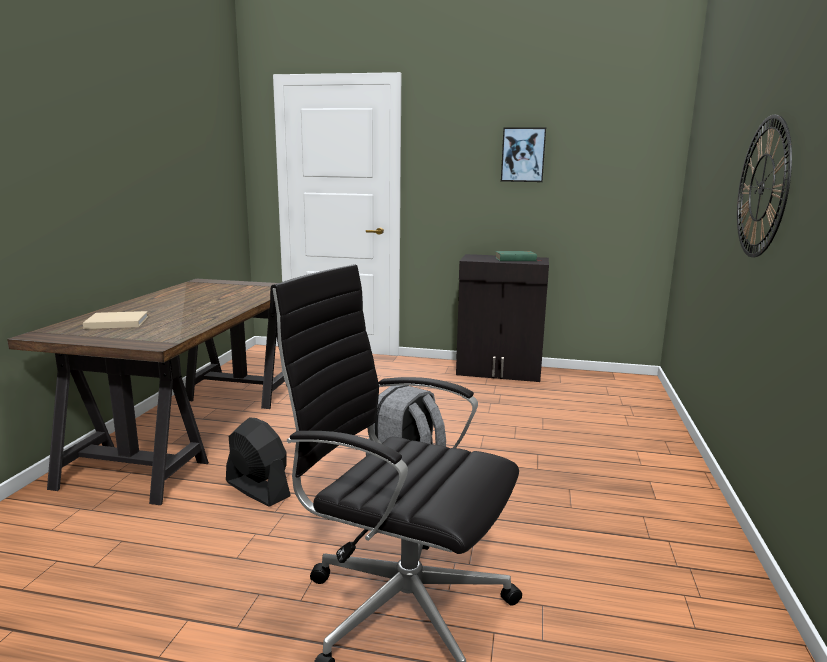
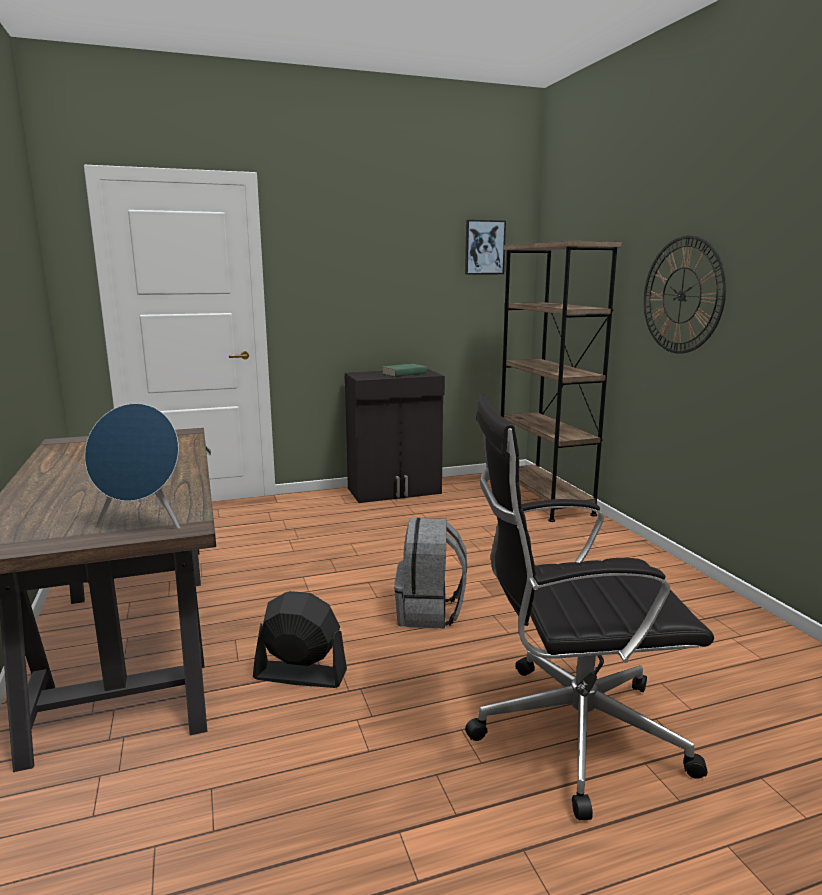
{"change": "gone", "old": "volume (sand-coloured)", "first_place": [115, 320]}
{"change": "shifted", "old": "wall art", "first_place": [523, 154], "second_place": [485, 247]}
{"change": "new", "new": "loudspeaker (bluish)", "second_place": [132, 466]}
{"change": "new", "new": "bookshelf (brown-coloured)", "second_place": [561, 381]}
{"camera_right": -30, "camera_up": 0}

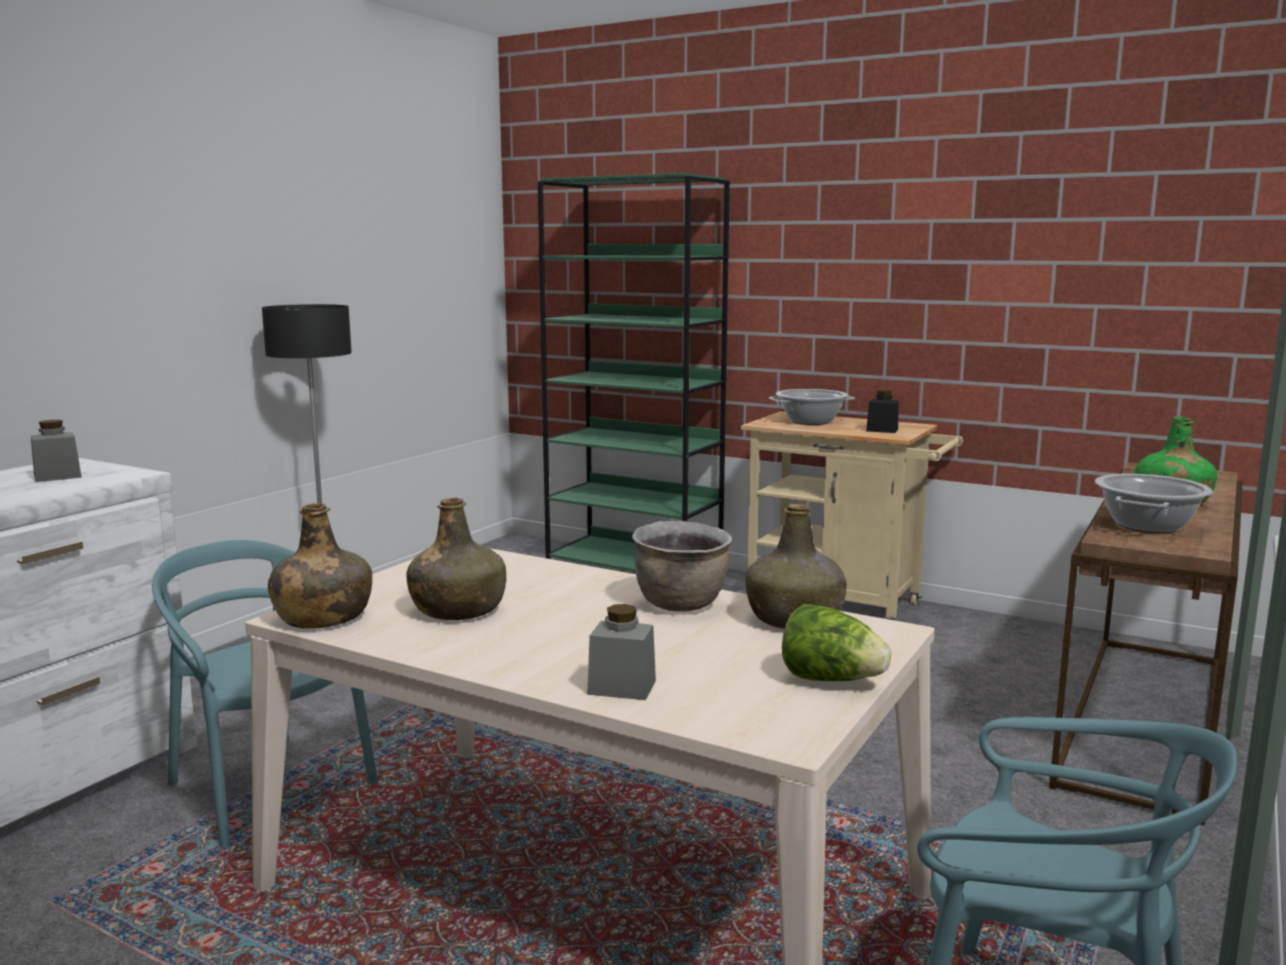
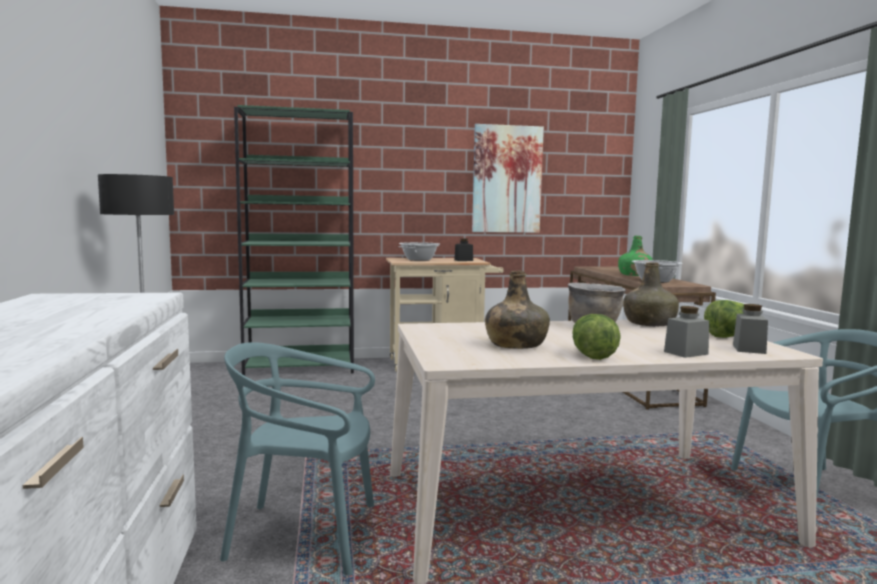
{"change": "shifted", "old": "jar (greyish)", "first_place": [56, 451], "second_place": [750, 329]}
{"change": "gone", "old": "beverage bottle (greenish)", "first_place": [320, 566]}
{"change": "new", "new": "wall art", "second_place": [508, 178]}
{"change": "new", "new": "lettuce head", "second_place": [596, 337]}
{"camera_right": -40, "camera_up": -5}

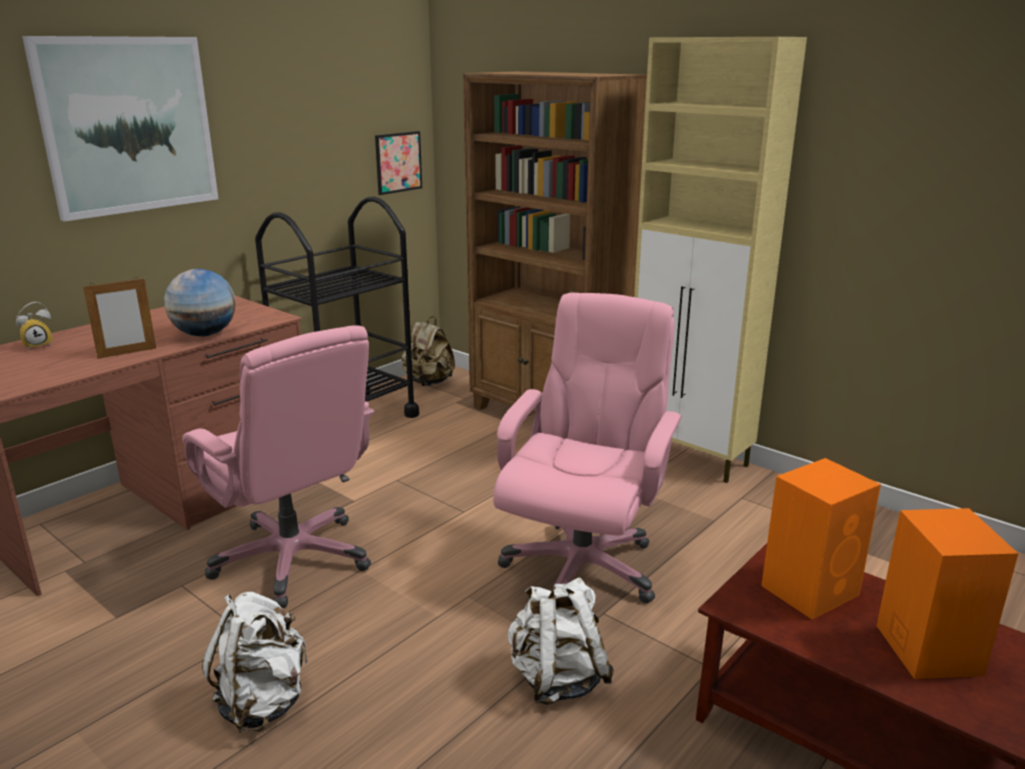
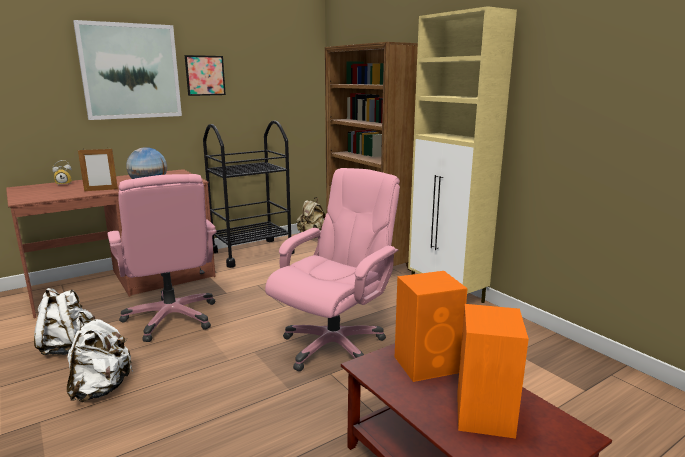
{"change": "shifted", "old": "wall art", "first_place": [398, 163], "second_place": [205, 75]}
{"change": "shifted", "old": "rucksack (white)", "first_place": [561, 641], "second_place": [64, 321]}
{"camera_right": 15, "camera_up": -5}

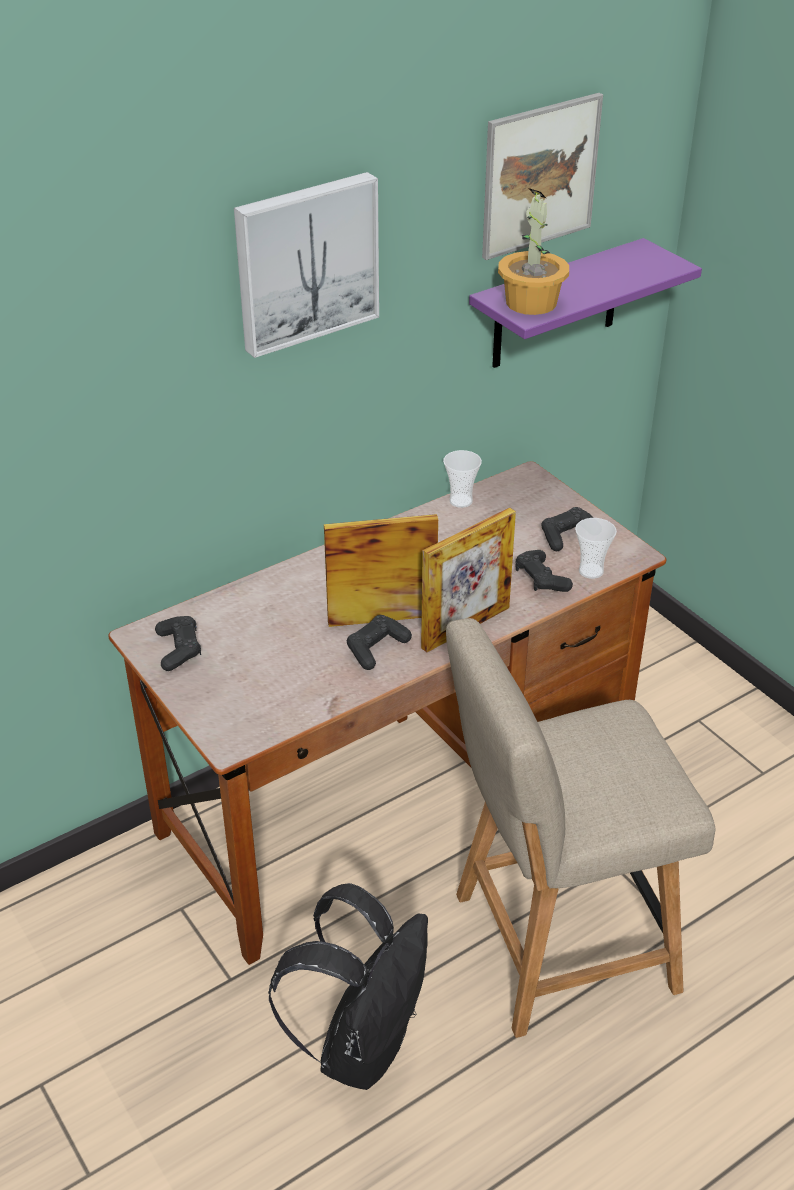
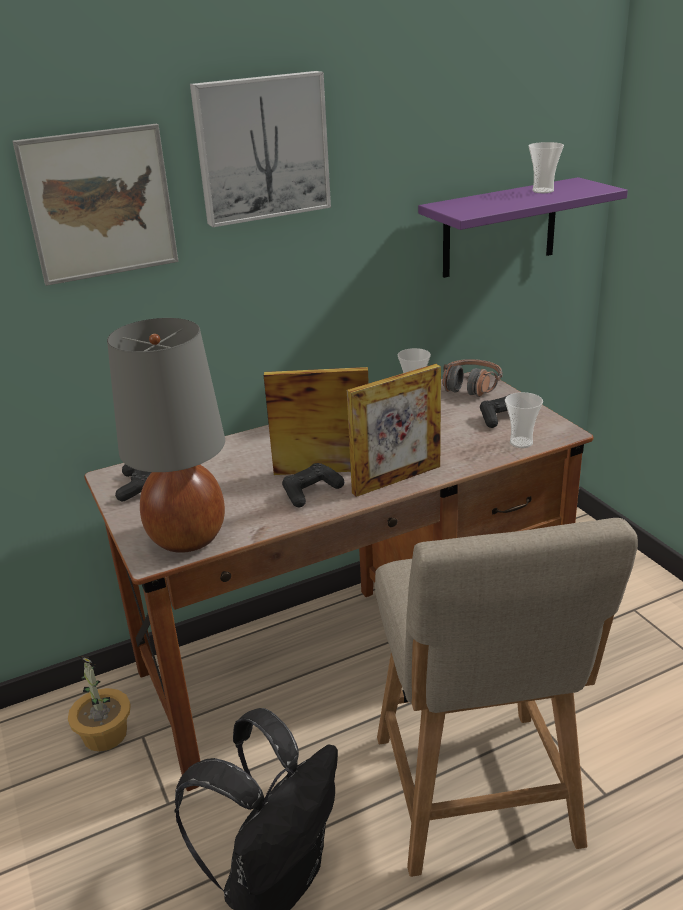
{"change": "rotated", "old": "upright chair (sand-coloured)", "first_place": [580, 828], "second_place": [506, 697], "degrees": -90}
{"change": "shifted", "old": "wall art", "first_place": [542, 176], "second_place": [96, 204]}
{"change": "shifted", "old": "houseplant", "first_place": [533, 251], "second_place": [99, 704]}
{"change": "gone", "old": "gamepad (blackish)", "first_place": [544, 571]}
{"change": "new", "new": "table lamp (greyish)", "second_place": [166, 435]}
{"change": "new", "new": "headphones", "second_place": [472, 378]}
{"change": "new", "new": "small cup", "second_place": [546, 167]}
{"camera_right": 10, "camera_up": -10}

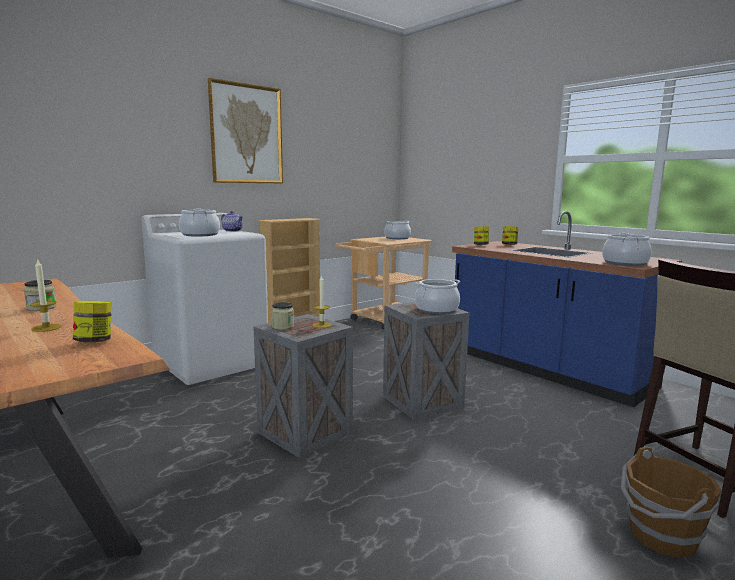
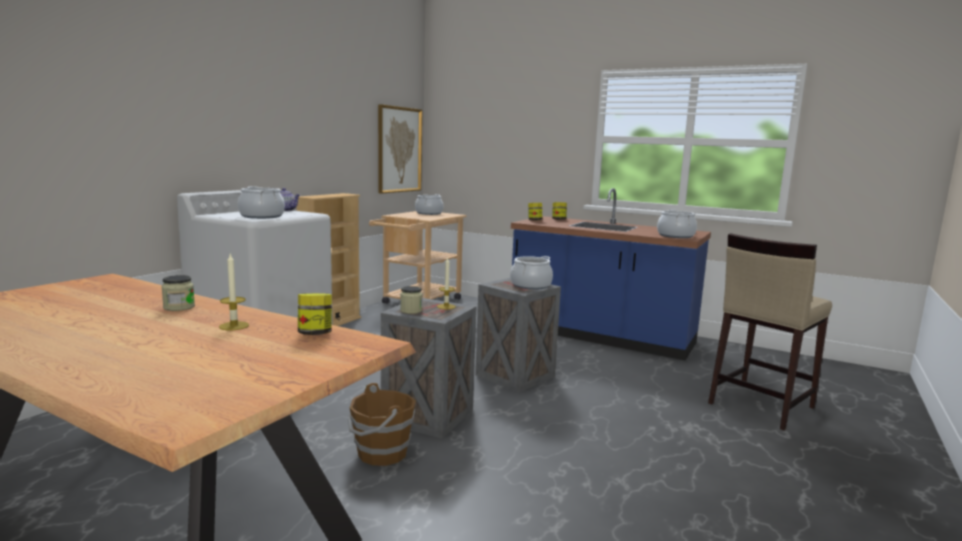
{"change": "shifted", "old": "wall art", "first_place": [245, 130], "second_place": [400, 149]}
{"change": "shifted", "old": "water bucket (brown-coloured)", "first_place": [671, 502], "second_place": [382, 424]}
{"camera_right": -20, "camera_up": 0}

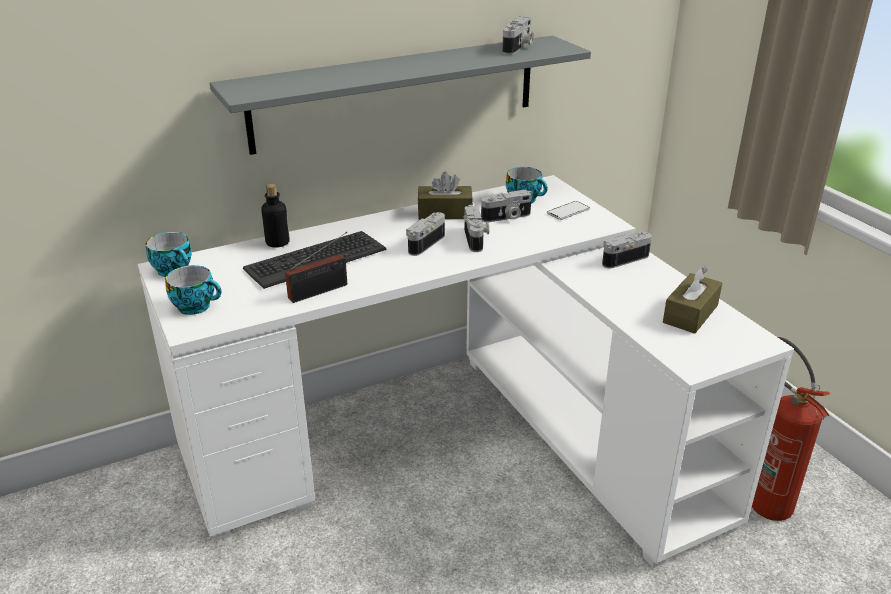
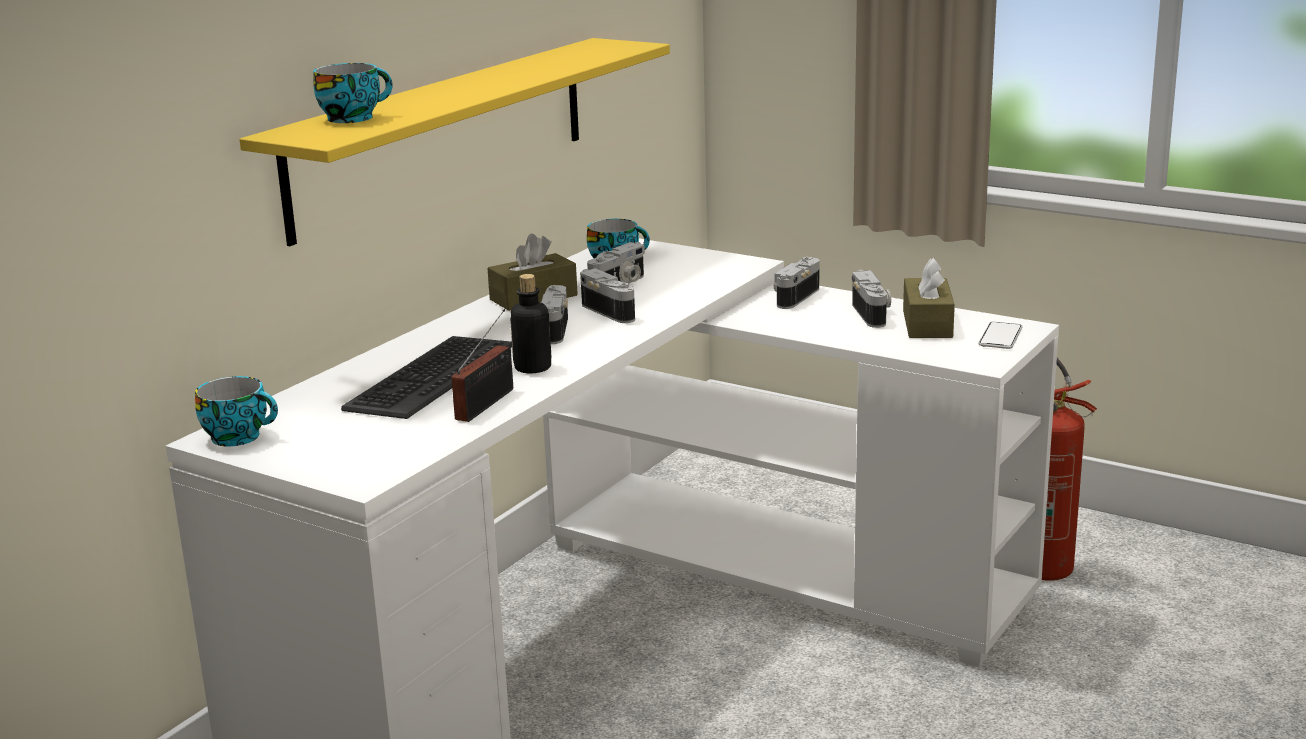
{"change": "shifted", "old": "small cup", "first_place": [193, 290], "second_place": [353, 93]}
{"change": "repainted", "old": "bracket shelf (greyish)", "new": "bracket shelf (yellowish)", "first_place": [400, 95], "second_place": [454, 142]}
{"change": "shifted", "old": "beverage bottle", "first_place": [275, 216], "second_place": [531, 323]}
{"change": "shifted", "old": "photo camera", "first_place": [518, 36], "second_place": [871, 299]}
{"change": "shifted", "old": "telephone", "first_place": [568, 210], "second_place": [1000, 335]}
{"camera_right": -30, "camera_up": -10}

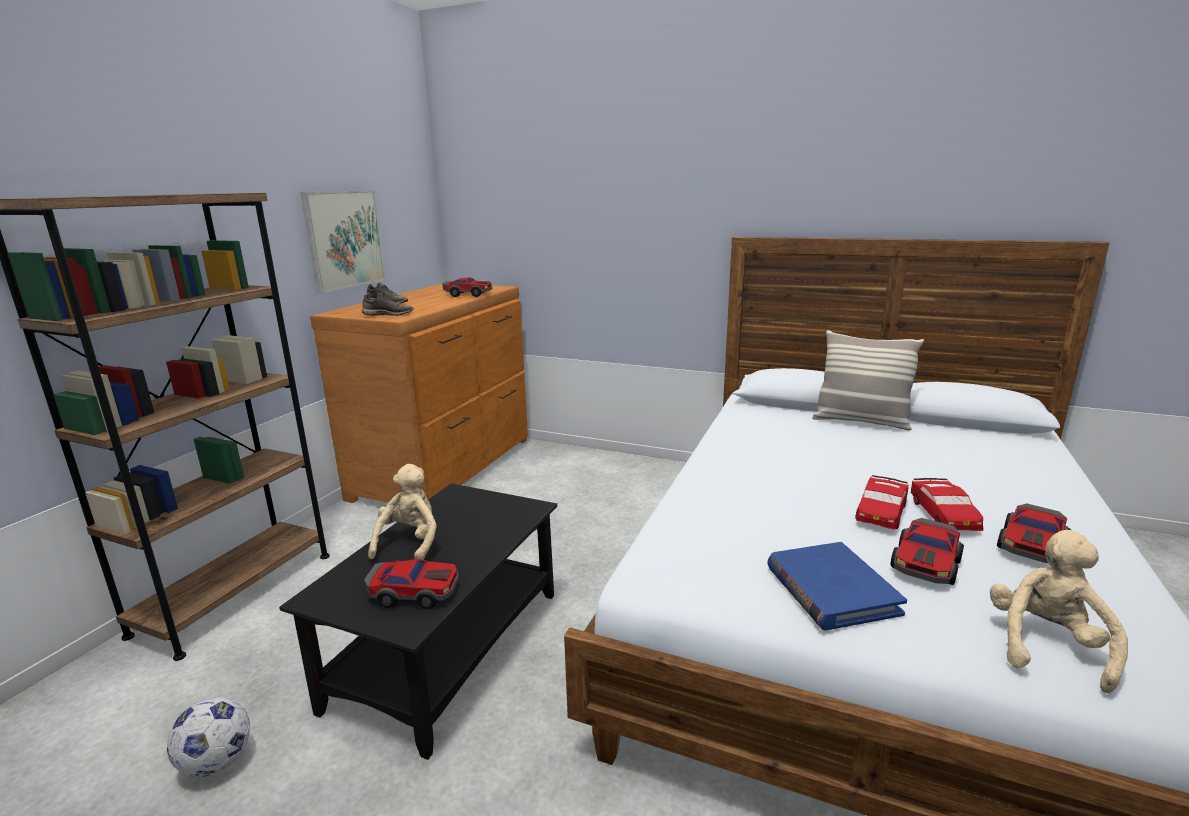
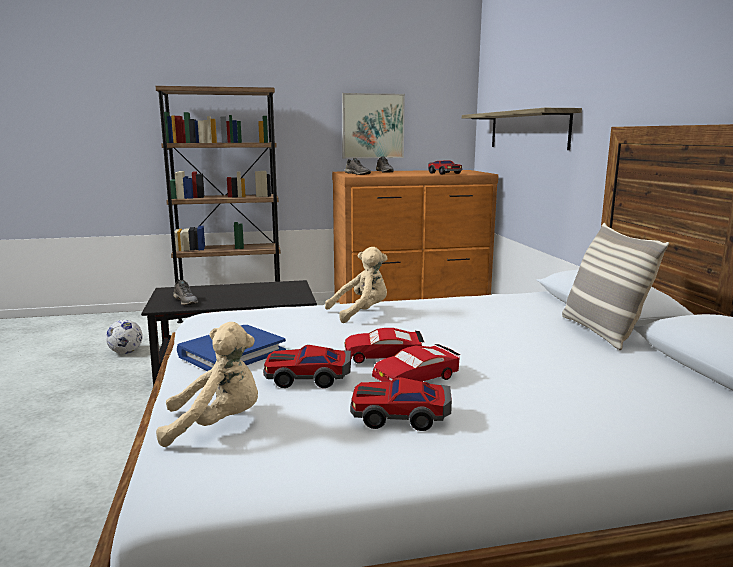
{"change": "swapped", "old": "toy car", "new": "item of footwear (greyish)", "first_place": [411, 584], "second_place": [185, 292]}
{"change": "shifted", "old": "plush toy (sand-coloured)", "first_place": [402, 512], "second_place": [356, 285]}
{"change": "new", "new": "bracket shelf", "second_place": [522, 129]}
{"camera_right": 55, "camera_up": -5}

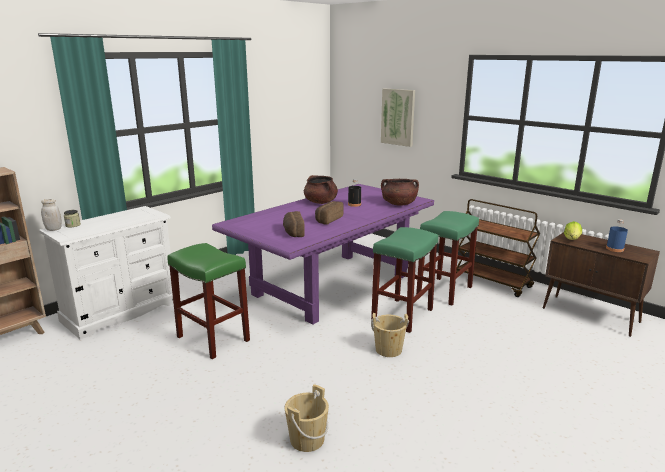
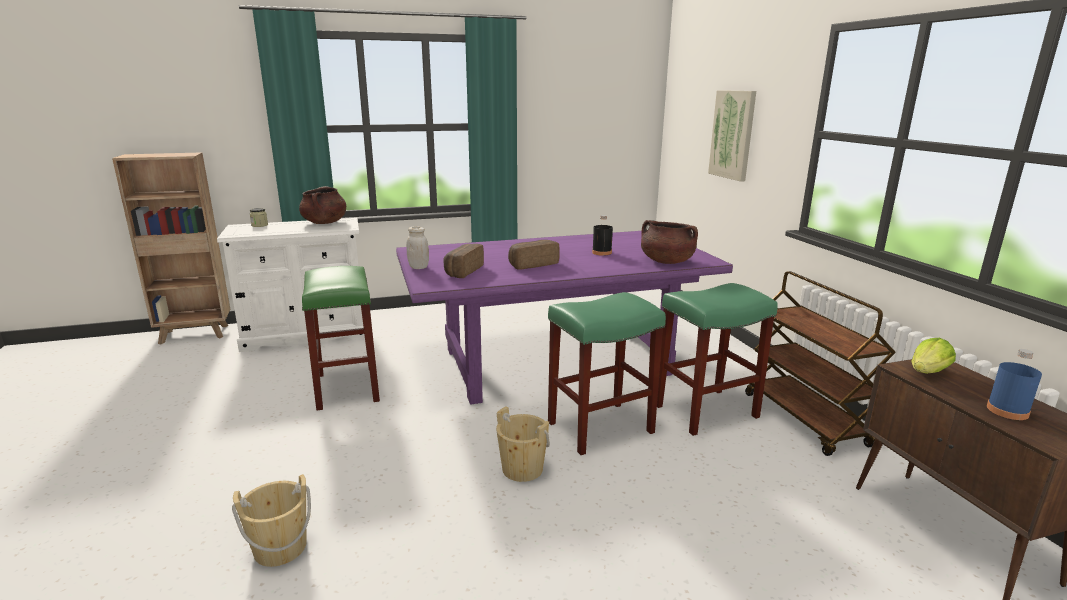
{"change": "shifted", "old": "jar (white)", "first_place": [51, 215], "second_place": [417, 247]}
{"change": "shifted", "old": "stockpot (brown-coloured)", "first_place": [321, 189], "second_place": [322, 205]}
{"camera_right": 30, "camera_up": 0}

